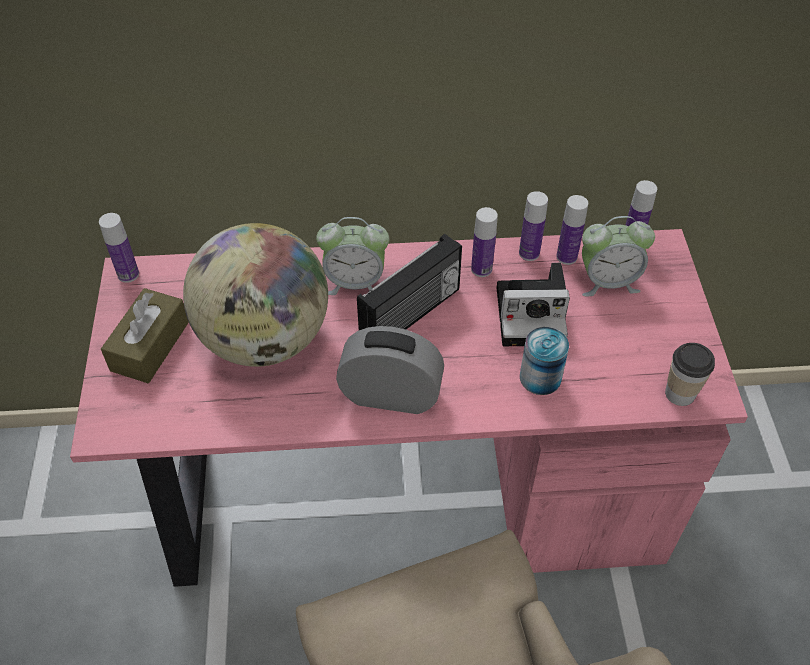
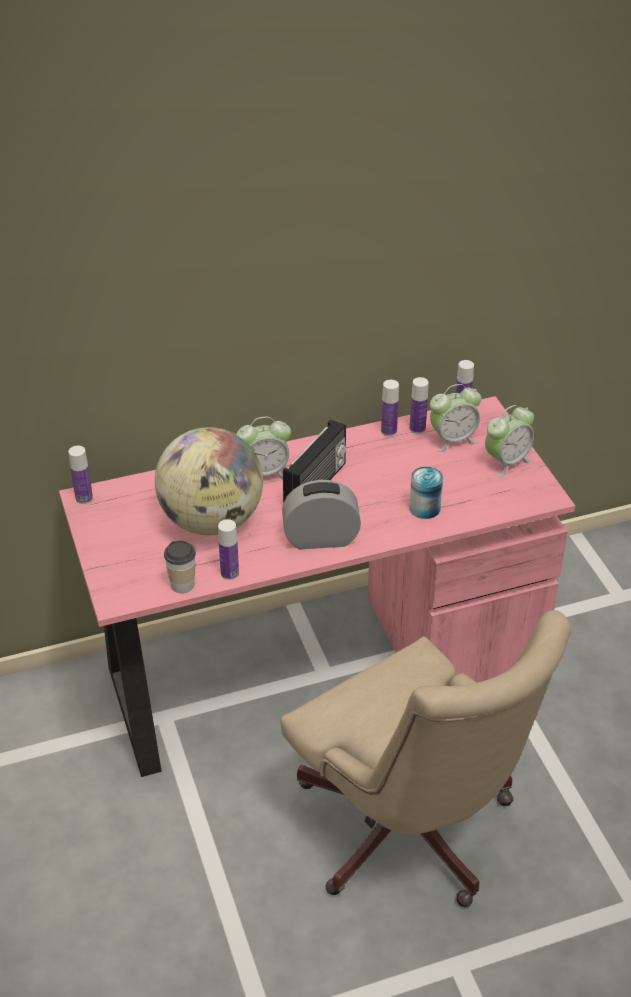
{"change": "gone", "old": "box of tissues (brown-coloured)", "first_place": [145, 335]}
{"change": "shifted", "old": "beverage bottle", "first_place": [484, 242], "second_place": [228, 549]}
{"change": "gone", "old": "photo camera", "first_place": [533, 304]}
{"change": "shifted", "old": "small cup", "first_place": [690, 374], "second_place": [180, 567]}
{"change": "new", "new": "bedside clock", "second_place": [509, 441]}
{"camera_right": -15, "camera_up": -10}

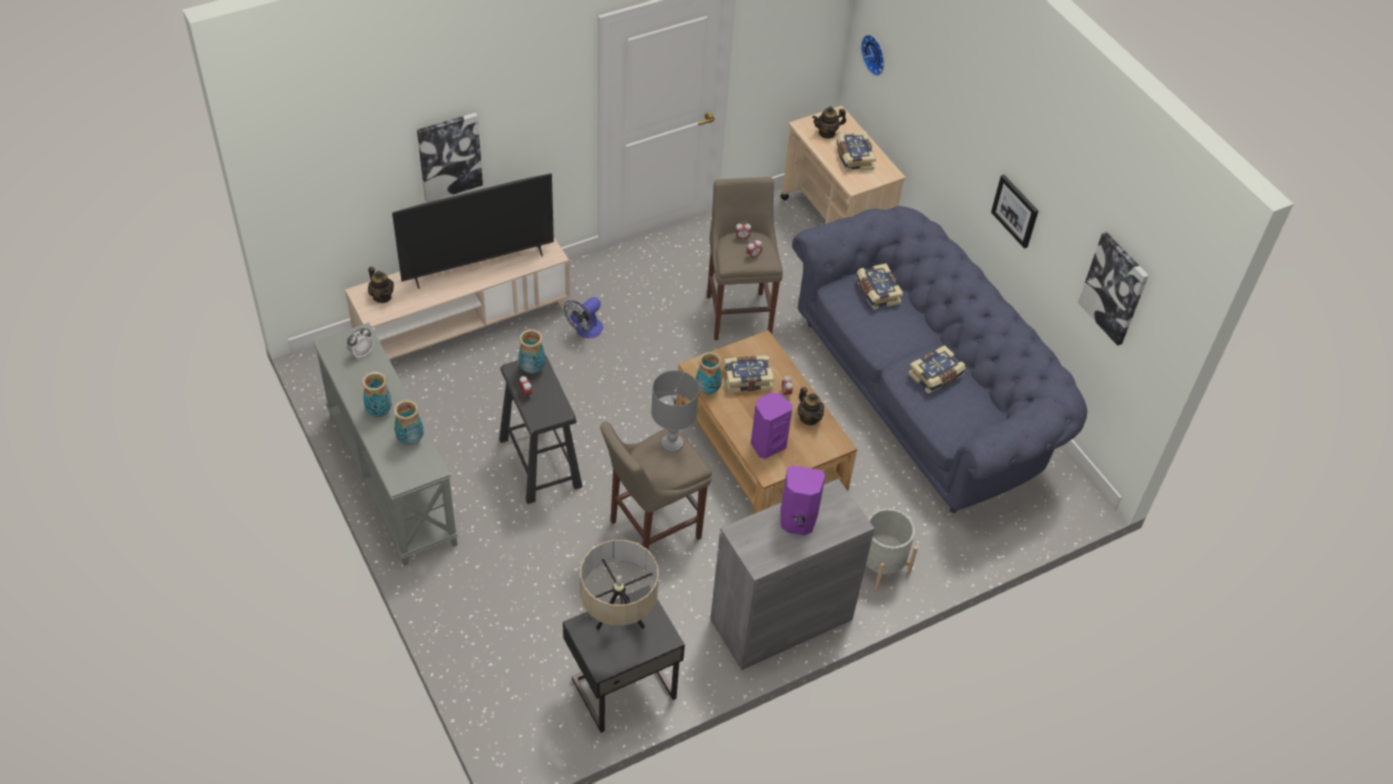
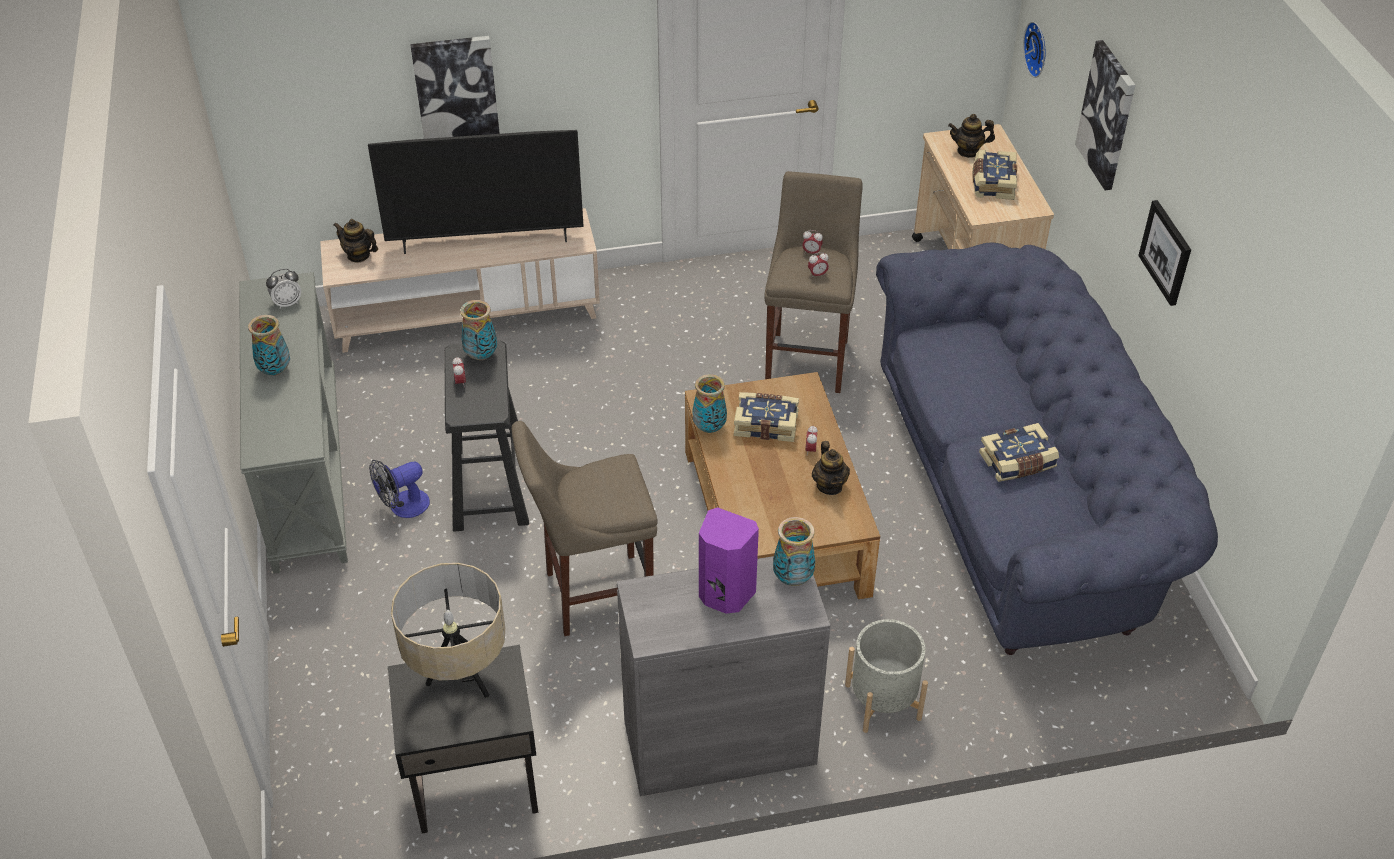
{"change": "rotated", "old": "teapot", "first_place": [381, 285], "second_place": [355, 241], "degrees": 135}
{"change": "shifted", "old": "decorative vase", "first_place": [409, 422], "second_place": [794, 551]}
{"change": "shifted", "old": "cooling fan", "first_place": [583, 317], "second_place": [399, 489]}
{"change": "gone", "old": "table lamp (greyish)", "first_place": [675, 411]}
{"change": "gone", "old": "loudspeaker (purple)", "first_place": [772, 426]}
{"change": "gone", "old": "volume", "first_place": [879, 286]}
{"change": "shifted", "old": "wall art", "first_place": [1113, 289], "second_place": [1105, 115]}
{"camera_right": 20, "camera_up": -5}

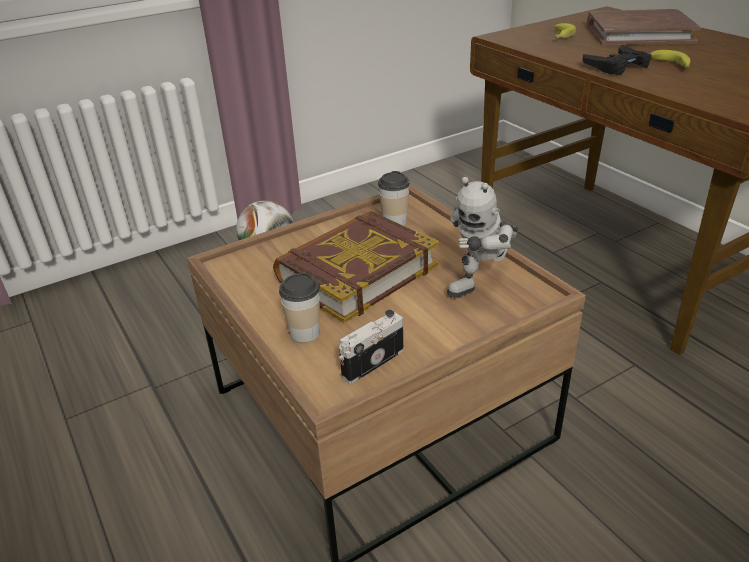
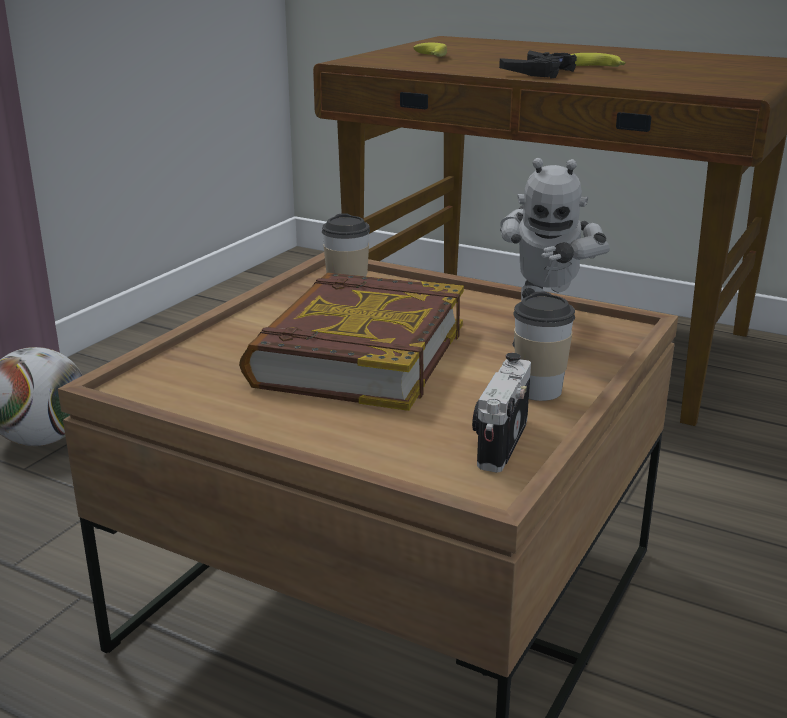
{"change": "shifted", "old": "small cup", "first_place": [299, 308], "second_place": [544, 346]}
{"change": "gone", "old": "volume (brown-coloured)", "first_place": [644, 27]}
{"camera_right": -30, "camera_up": -10}

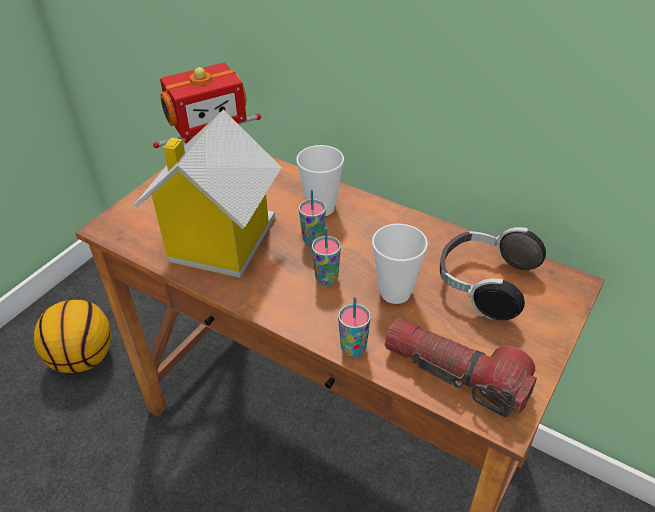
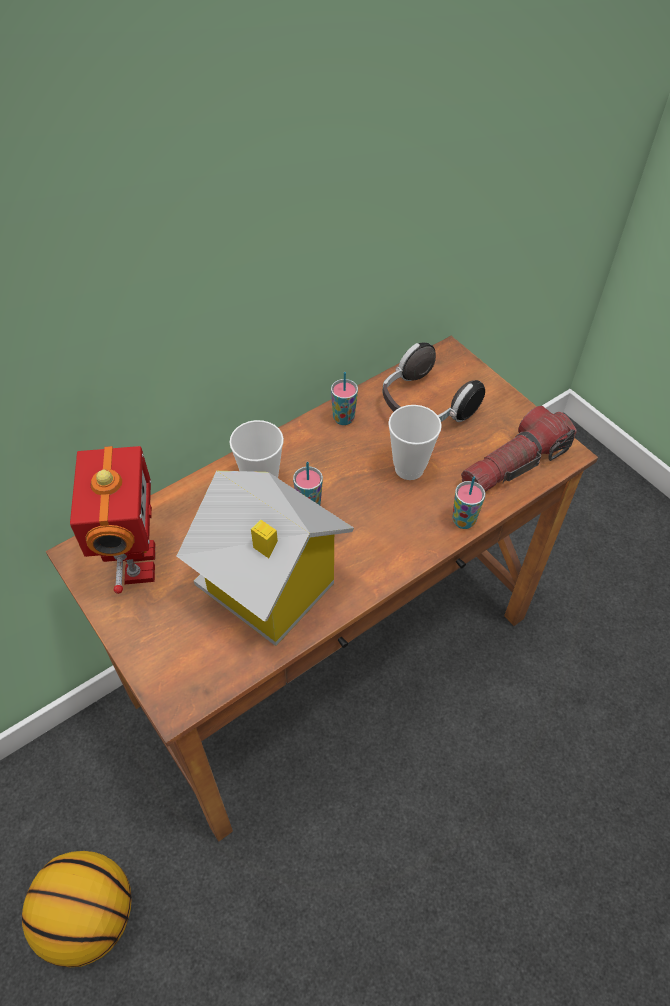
{"change": "shifted", "old": "small cup", "first_place": [326, 256], "second_place": [344, 398]}
{"camera_right": -70, "camera_up": 10}

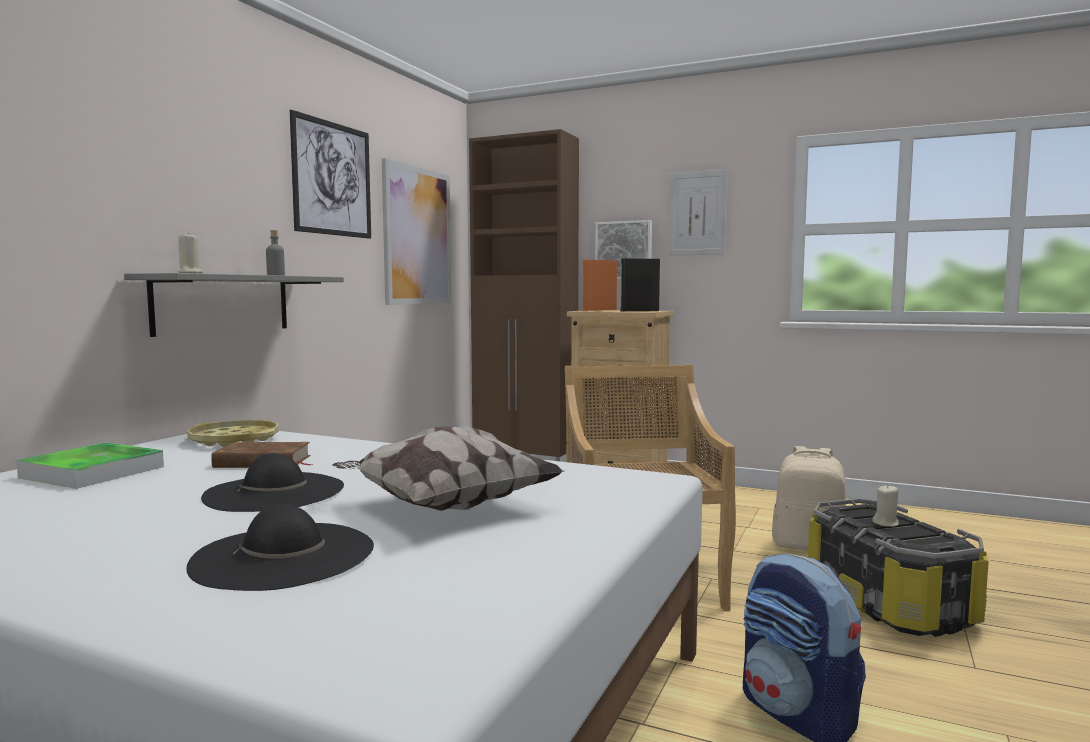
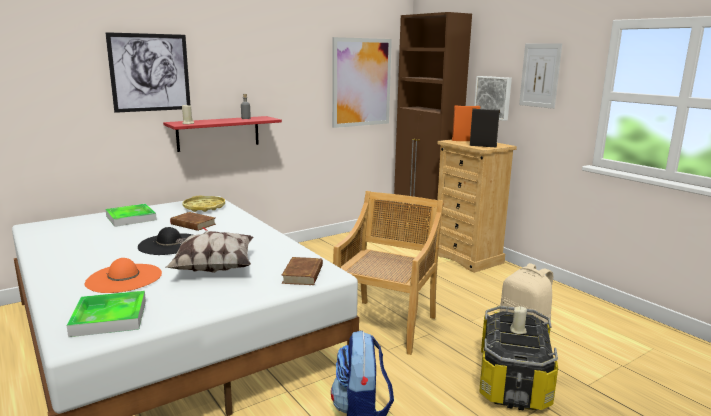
{"change": "repainted", "old": "bracket shelf (greyish)", "new": "bracket shelf (reddish)", "first_place": [234, 305], "second_place": [222, 134]}
{"change": "repainted", "old": "hat (blackish)", "new": "hat (orangey)", "first_place": [280, 547], "second_place": [123, 275]}
{"change": "shifted", "old": "wall art", "first_place": [330, 174], "second_place": [148, 72]}
{"change": "new", "new": "carrying tray", "second_place": [106, 314]}
{"change": "new", "new": "volume (brown-coloured)", "second_place": [302, 271]}
{"camera_right": 30, "camera_up": 10}

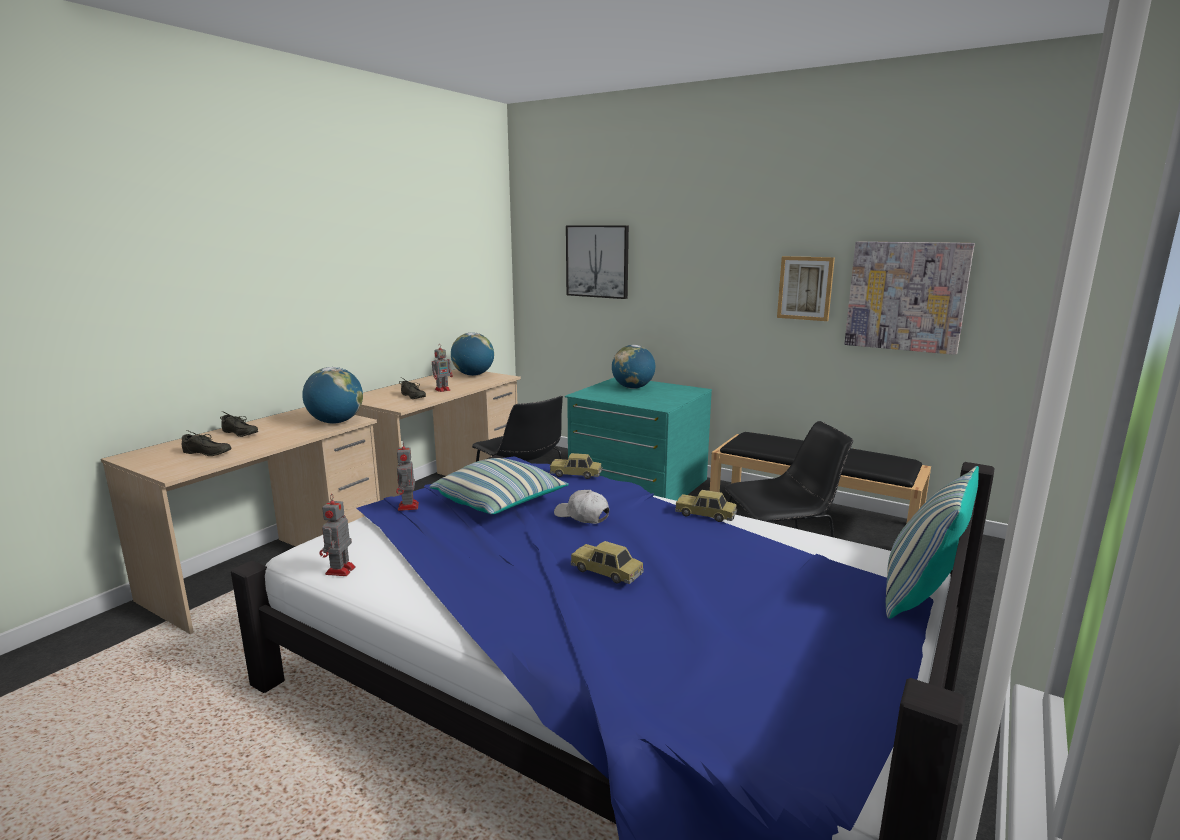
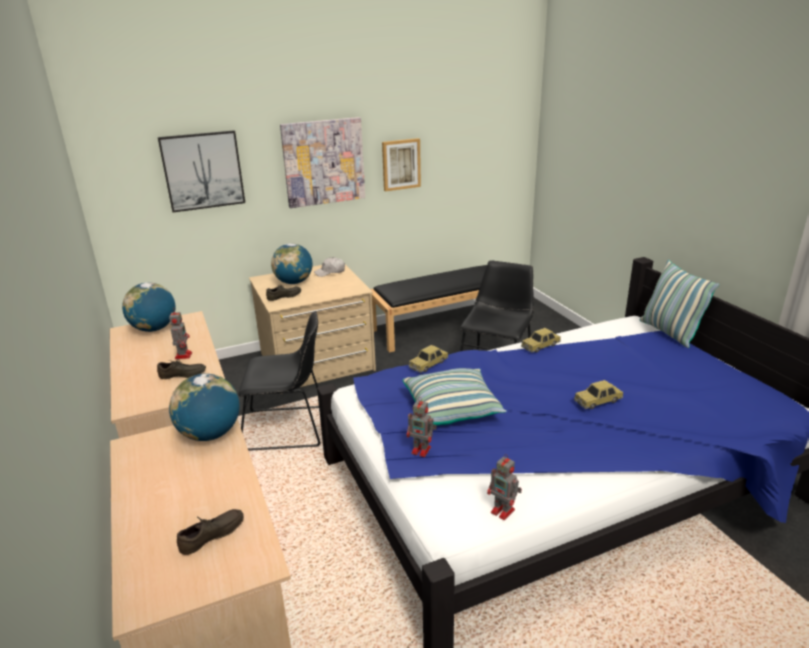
{"change": "shifted", "old": "item of footwear (greyish)", "first_place": [239, 424], "second_place": [283, 292]}
{"change": "shifted", "old": "peaked cap (white)", "first_place": [581, 507], "second_place": [329, 267]}
{"change": "repainted", "old": "drawer chest (turquoise)", "new": "drawer chest (sand-coloured)", "first_place": [638, 439], "second_place": [312, 329]}
{"change": "shifted", "old": "wall art", "first_place": [909, 298], "second_place": [322, 162]}
{"camera_right": -55, "camera_up": 10}

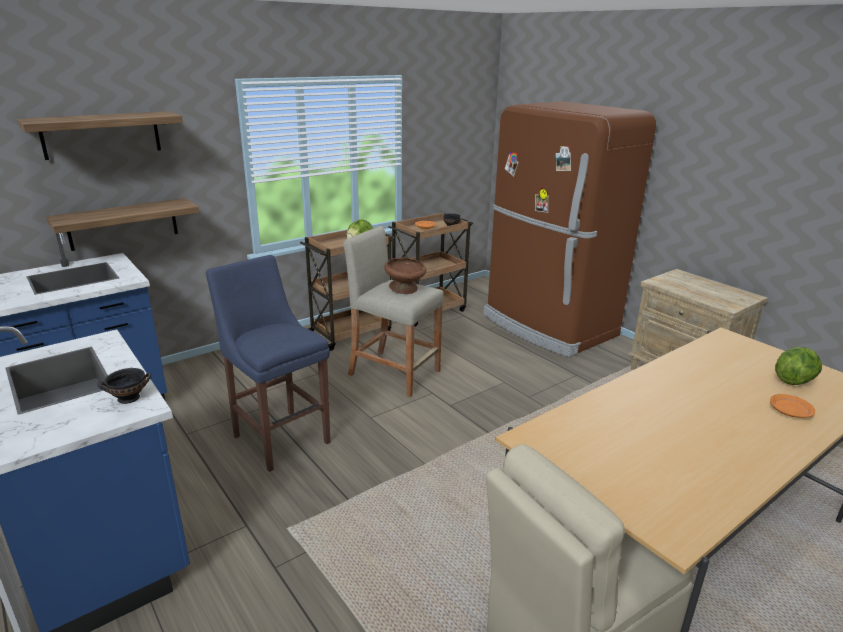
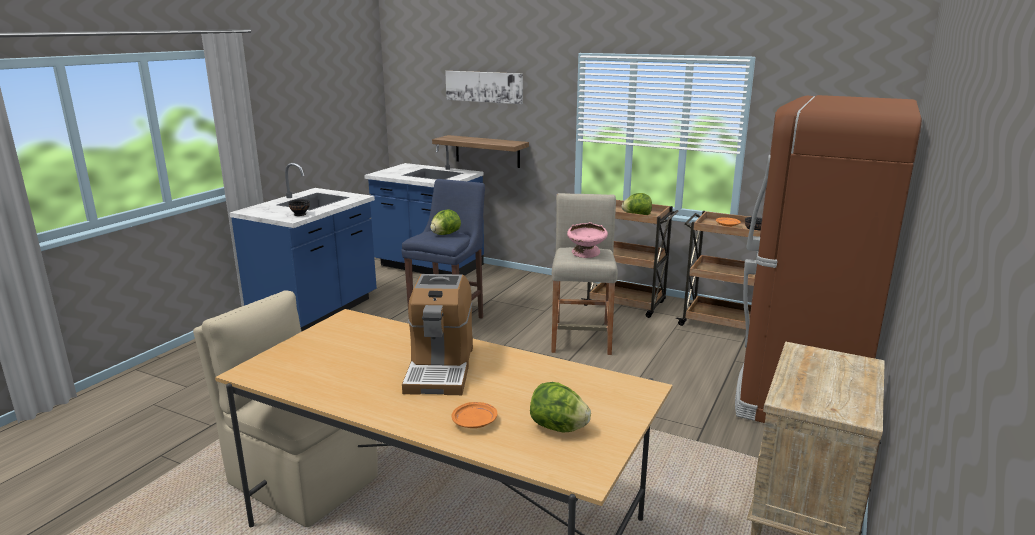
{"change": "swapped", "old": "bracket shelf", "new": "wall art", "first_place": [100, 135], "second_place": [484, 87]}
{"change": "repainted", "old": "serving bowl (brown-coloured)", "new": "serving bowl (pink-coloured)", "first_place": [405, 275], "second_place": [587, 240]}
{"change": "new", "new": "coffee maker", "second_place": [437, 334]}
{"change": "new", "new": "lettuce head", "second_place": [445, 222]}
{"camera_right": 65, "camera_up": -5}

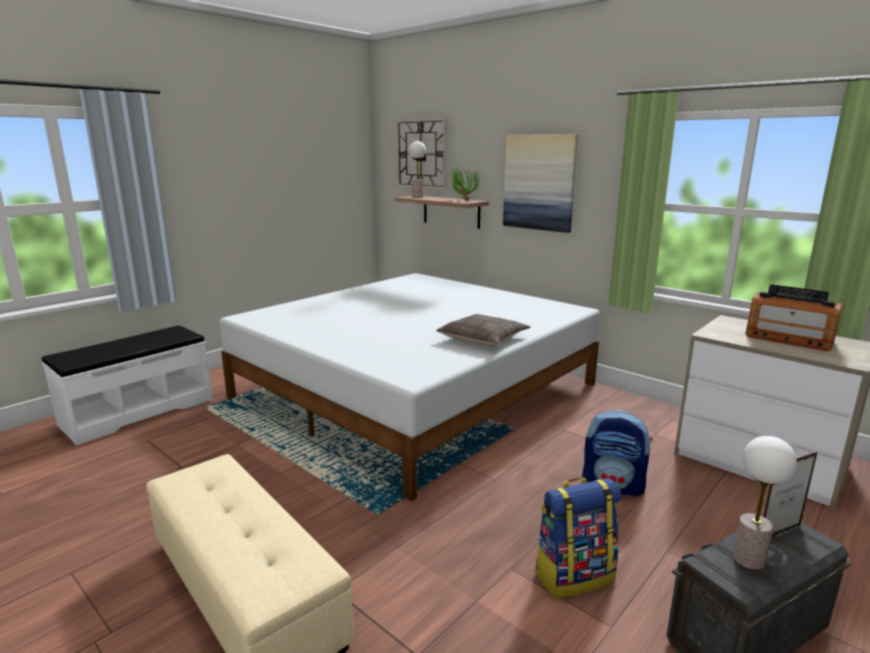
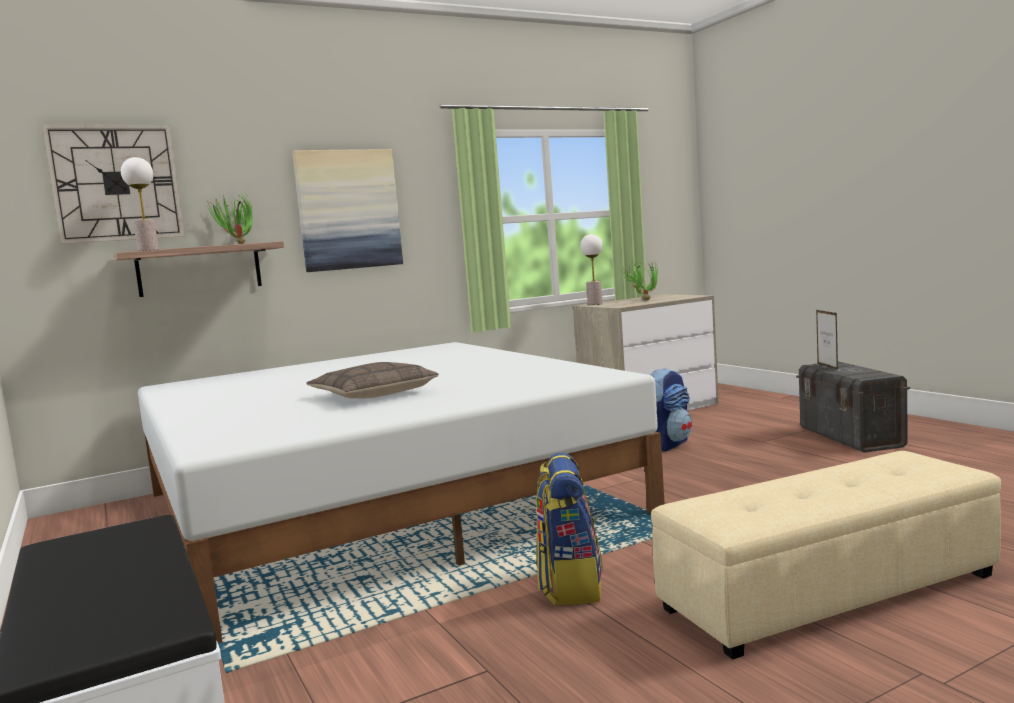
{"change": "shifted", "old": "cushion", "first_place": [483, 330], "second_place": [373, 380]}
{"change": "shifted", "old": "rucksack", "first_place": [578, 538], "second_place": [569, 529]}
{"change": "shifted", "old": "table lamp", "first_place": [765, 503], "second_place": [591, 269]}
{"change": "swapped", "old": "radio set", "new": "houseplant", "first_place": [794, 317], "second_place": [640, 279]}
{"camera_right": -70, "camera_up": -10}

